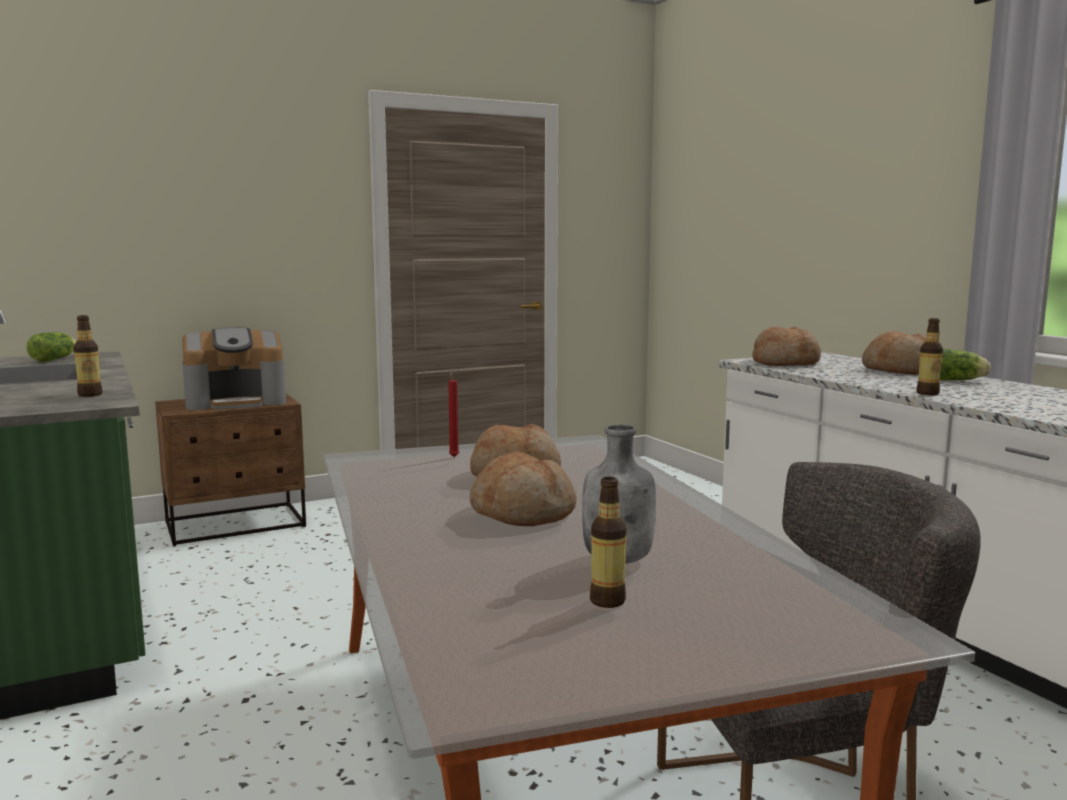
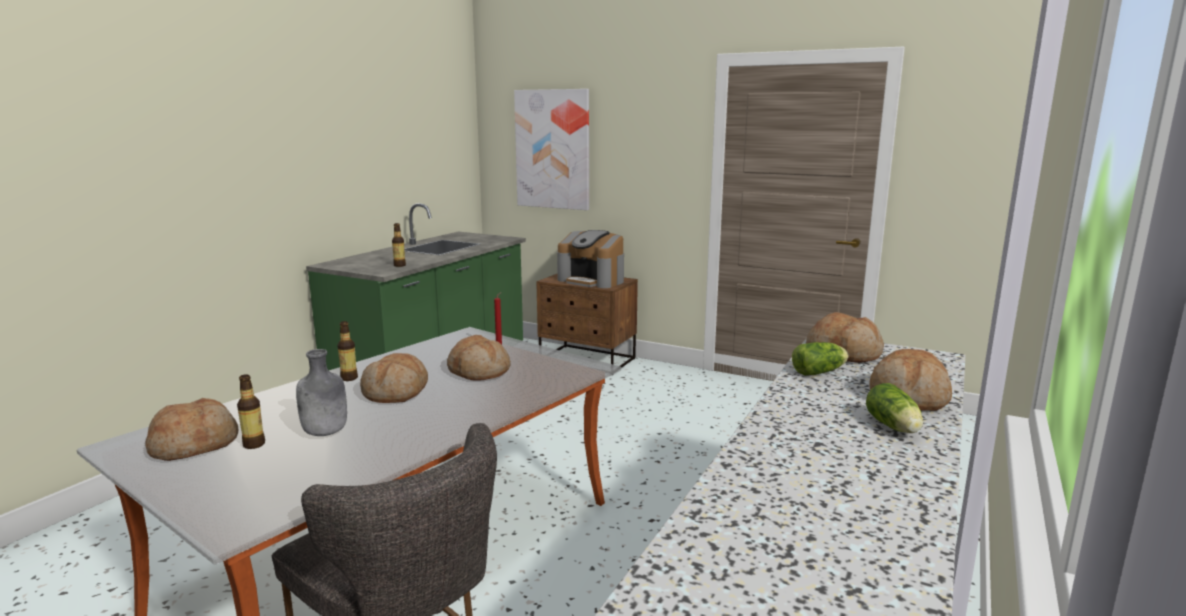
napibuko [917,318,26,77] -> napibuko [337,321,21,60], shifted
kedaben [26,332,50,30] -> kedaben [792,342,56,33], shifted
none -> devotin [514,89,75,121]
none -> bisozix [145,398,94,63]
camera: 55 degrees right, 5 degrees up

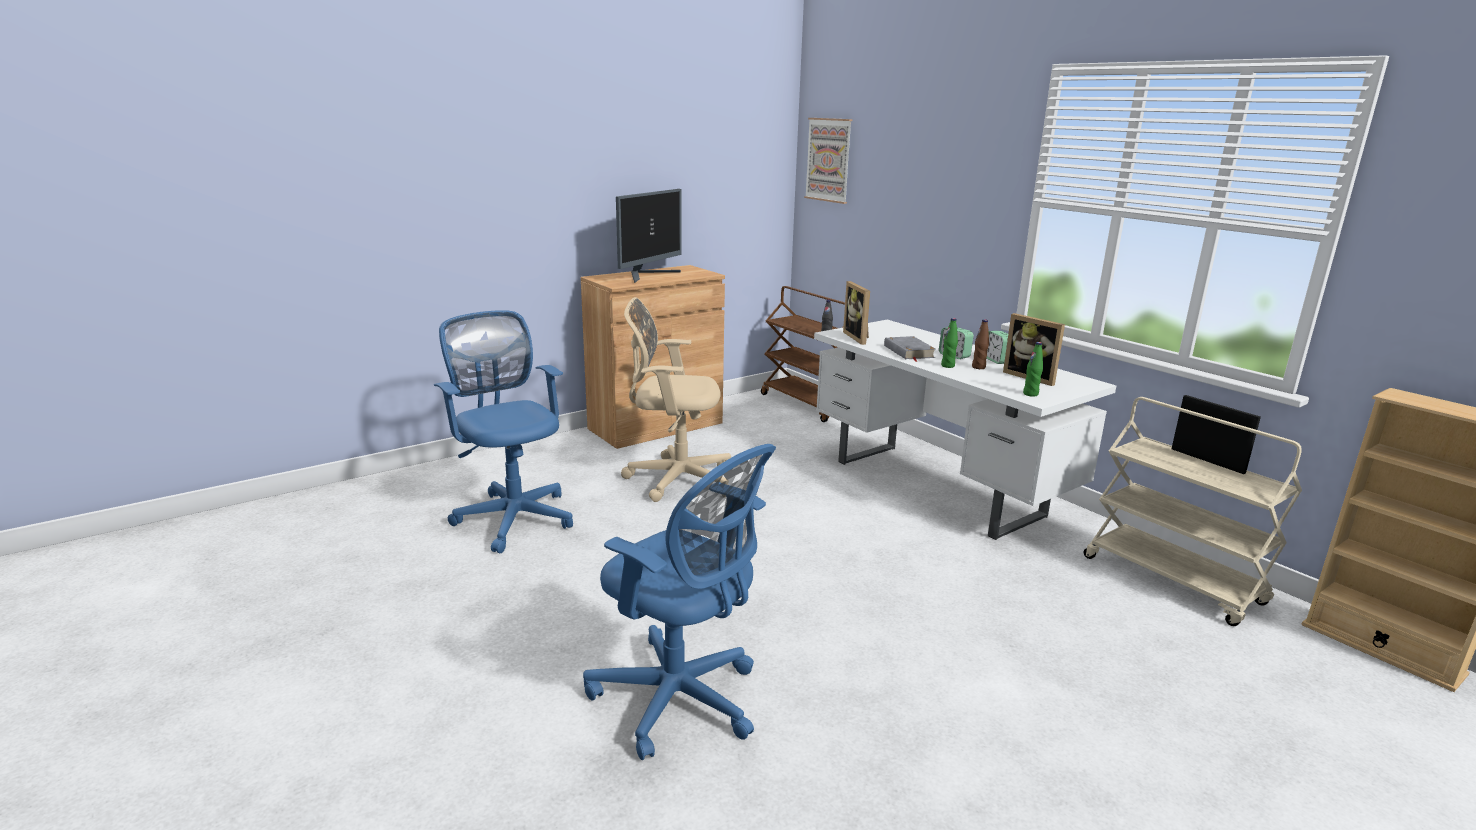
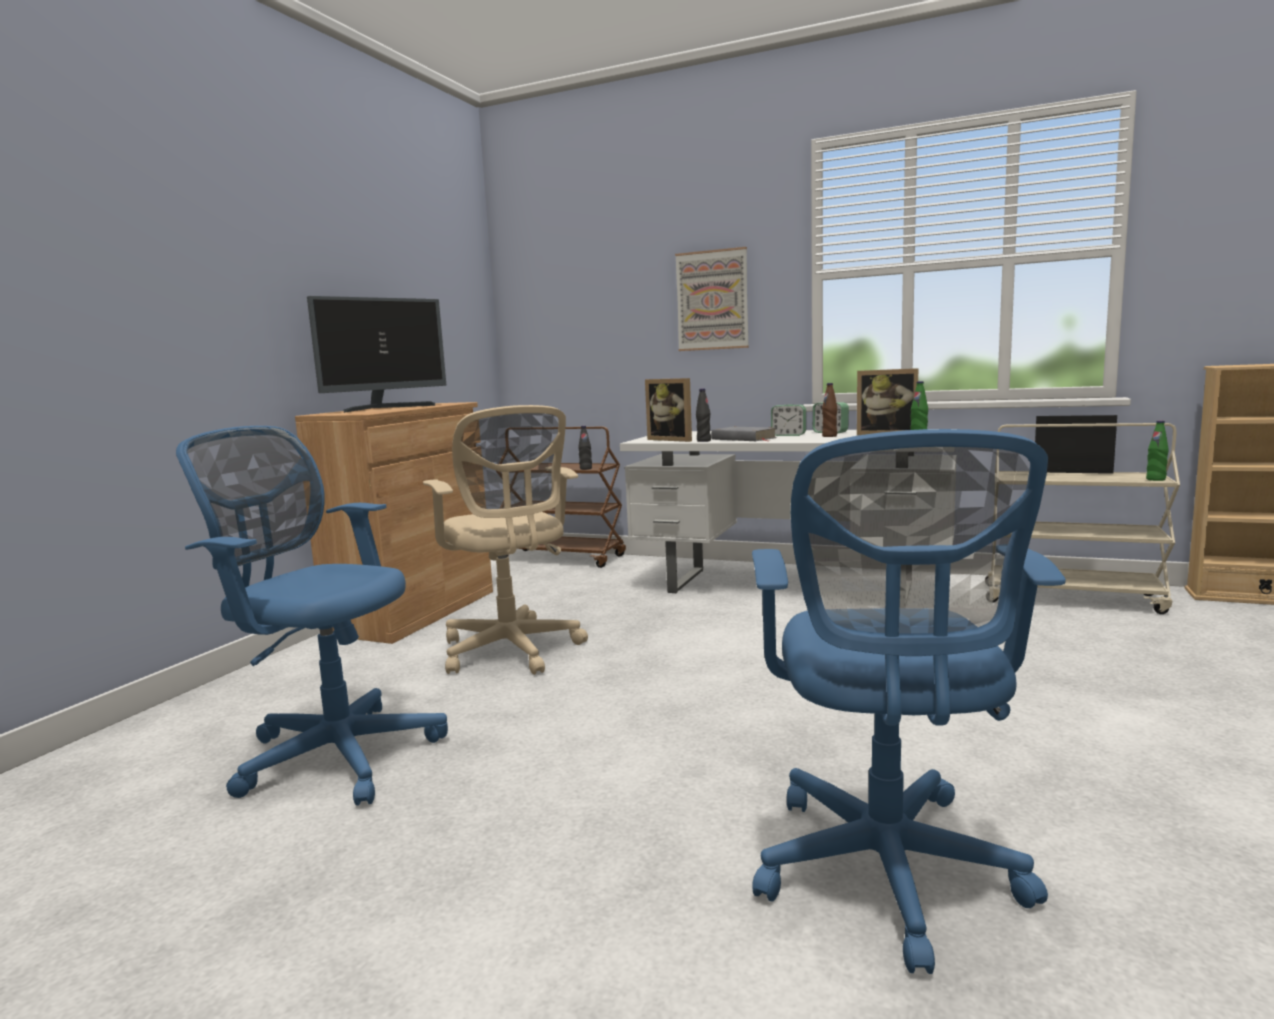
devotin [804,118,48,86] -> devotin [675,247,74,104], shifted
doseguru [616,189,66,94] -> doseguru [307,296,139,117], 45 degrees clockwise
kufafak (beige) [621,297,110,205] -> kufafak (beige) [423,405,165,270], 90 degrees counterclockwise
napibuko (green) [941,318,17,50] -> napibuko (green) [1146,421,23,60], shifted
kufafak (blue) [583,444,193,316] -> kufafak (blue) [752,429,314,545], 90 degrees clockwise
none -> napibuko (black) [696,388,15,54]
camera: 30 degrees left, 10 degrees down

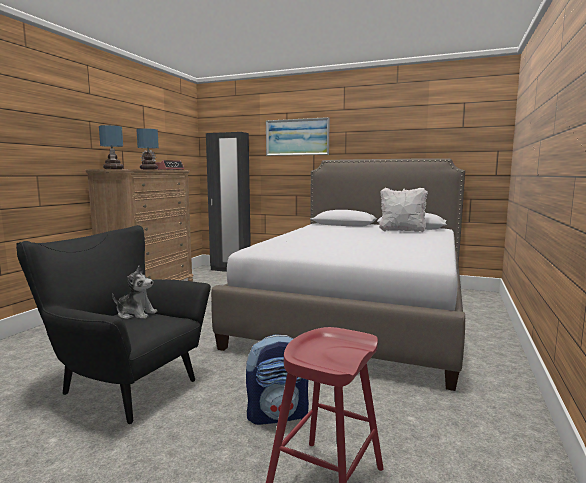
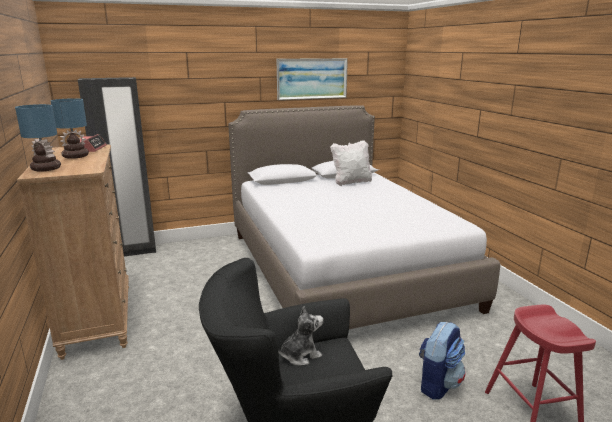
devotin [266,117,64,39] -> devotin [276,58,72,42], shifted
camera: 40 degrees left, 10 degrees up

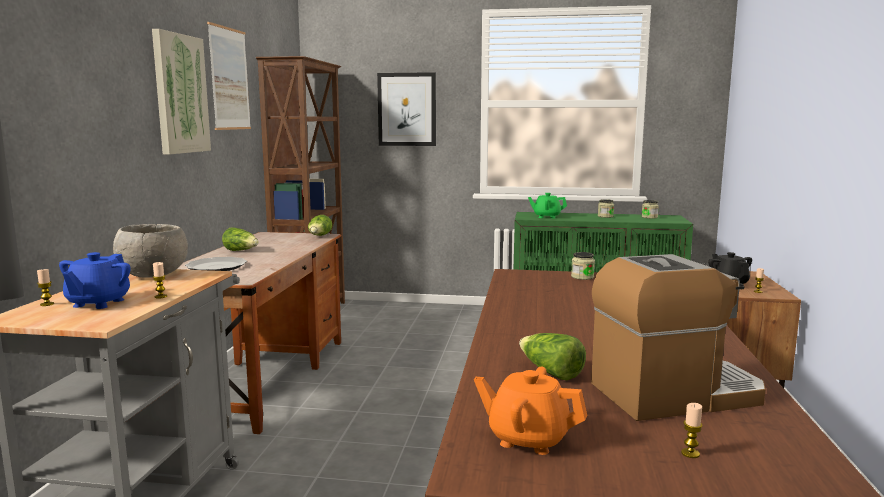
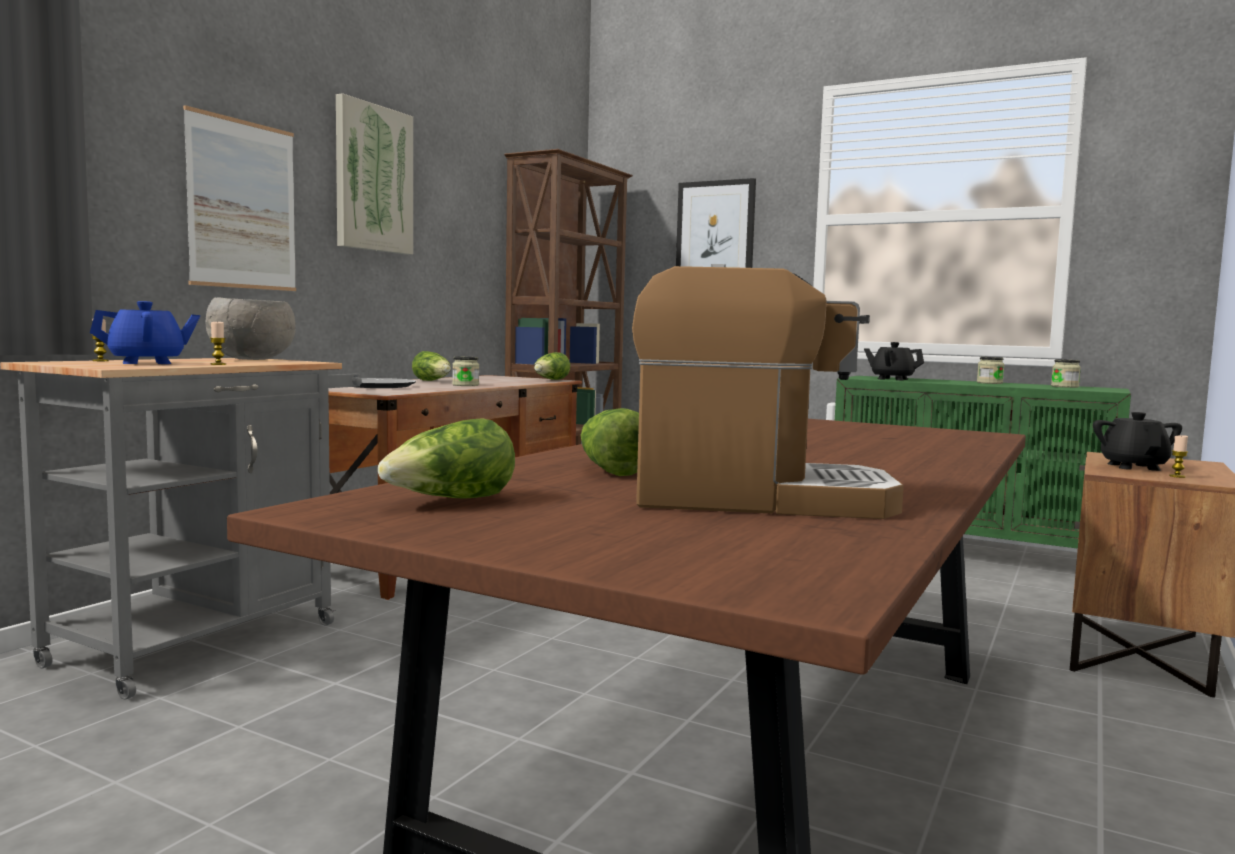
devotin [207,22,44,108] -> devotin [183,105,113,186], shifted
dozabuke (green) [528,193,39,26] -> dozabuke (black) [864,342,60,38]
dozabuke (blue) [59,252,72,57] -> dozabuke (blue) [90,301,110,63], 150 degrees counterclockwise
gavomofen [571,252,24,28] -> gavomofen [452,357,27,29], shifted
dozabuke (orange) [474,367,114,88] -> kedaben [378,418,137,81]
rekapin [681,403,22,55] -> none
camera: 20 degrees right, 5 degrees down

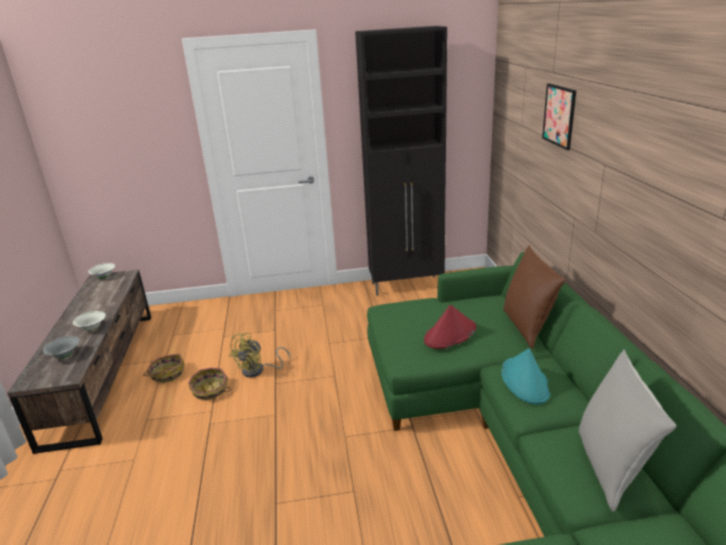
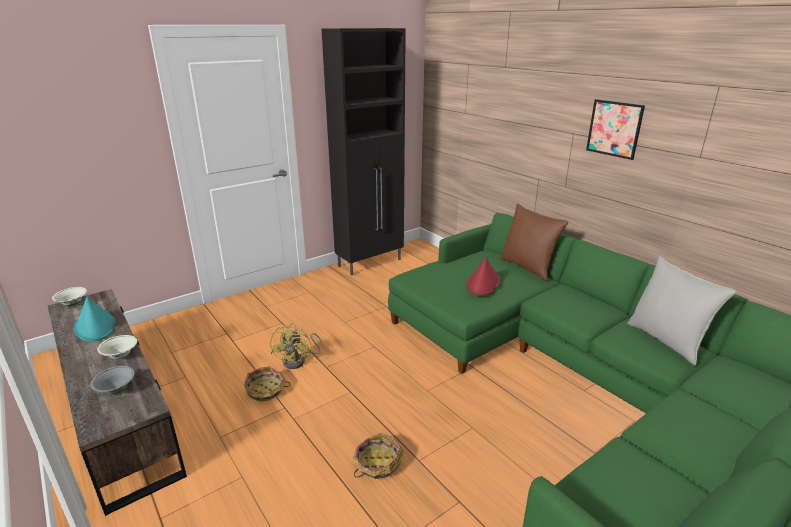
devotin [542,83,34,67] -> devotin [586,99,59,61], shifted
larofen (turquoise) [501,348,49,57] -> larofen (turquoise) [74,297,42,45], shifted
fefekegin [143,354,41,29] -> fefekegin [353,433,51,46], shifted
camera: 30 degrees left, 0 degrees up

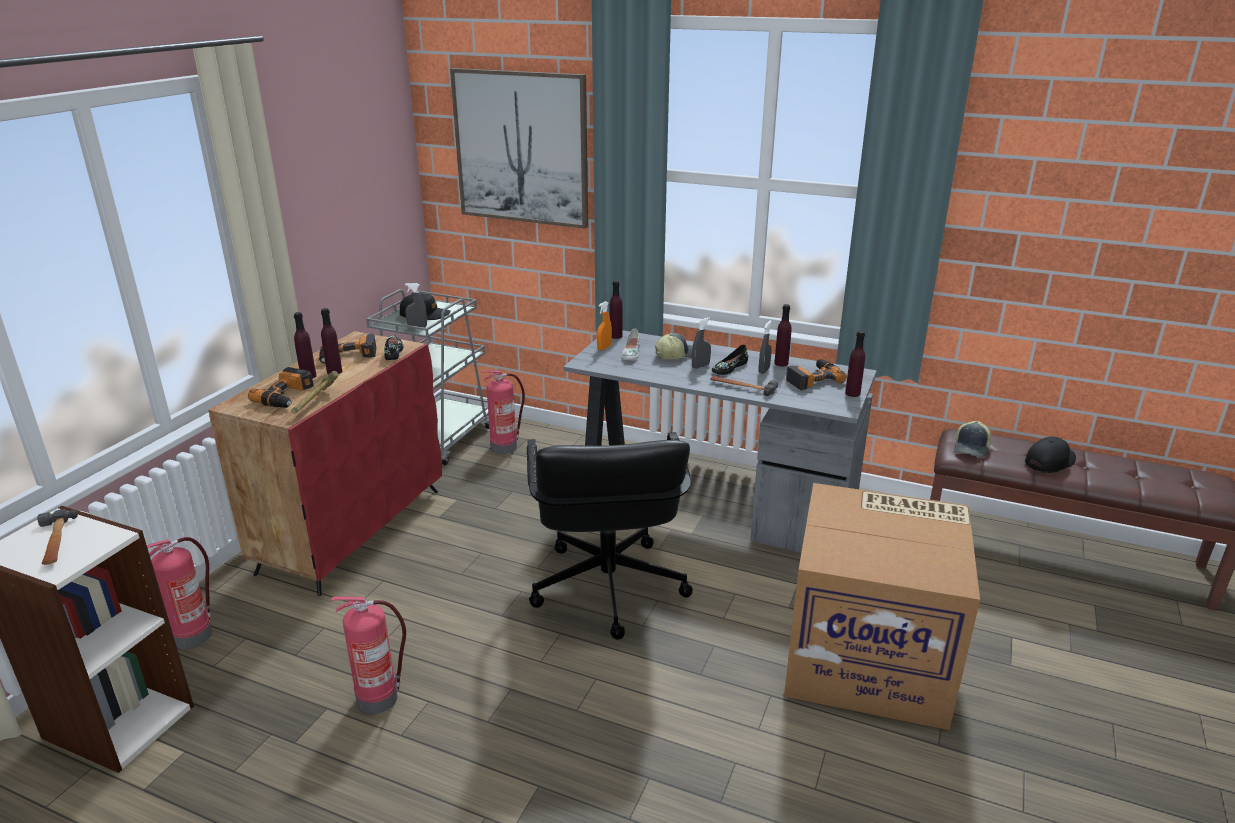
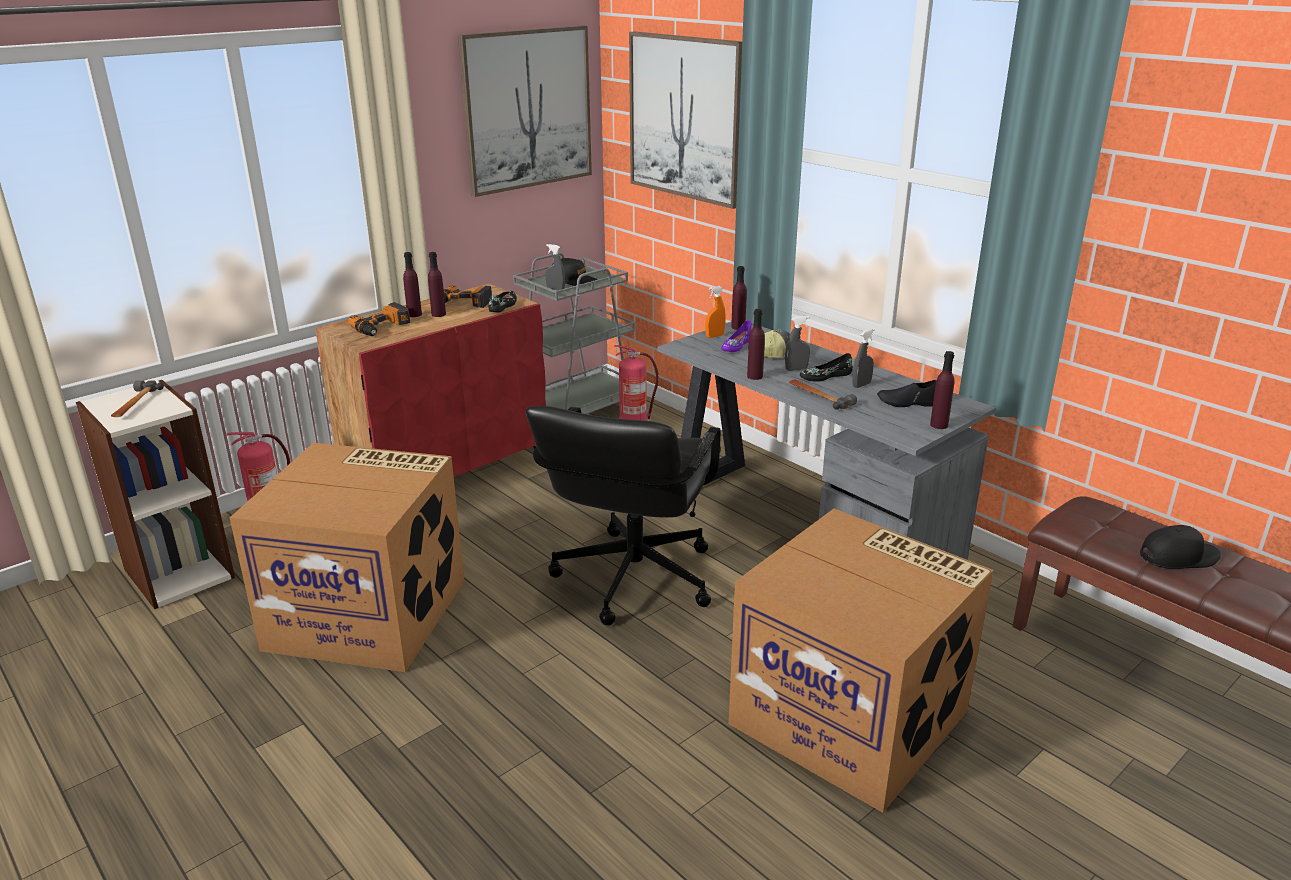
napibuko (purple) [774,304,18,62] -> napibuko (purple) [747,309,18,71], shifted
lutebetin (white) [622,329,18,31] -> lutebetin (purple) [721,320,32,32]
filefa [786,359,61,31] -> lutebetin (black) [877,380,59,27]
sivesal [291,371,48,43] -> none
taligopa [954,421,37,37] -> none
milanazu [331,596,75,118] -> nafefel [230,443,234,229]
none -> devotin [458,25,134,172]
camera: 25 degrees right, 0 degrees up

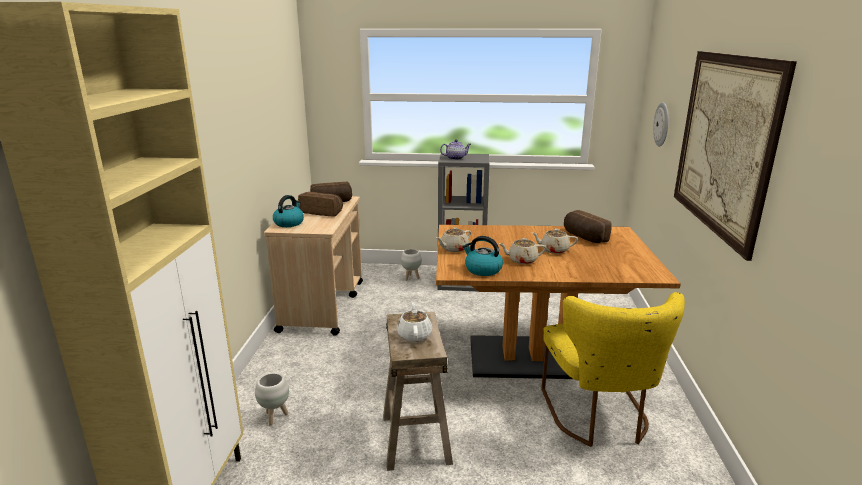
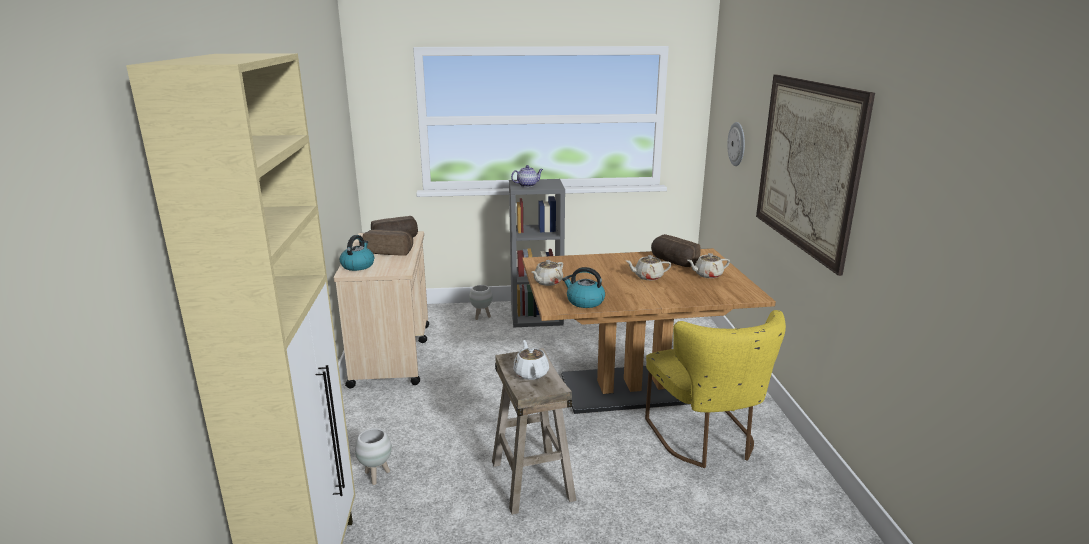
dozabuke (beige) [499,238,47,26] -> dozabuke (beige) [687,253,43,25], shifted
camera: 10 degrees left, 0 degrees up

